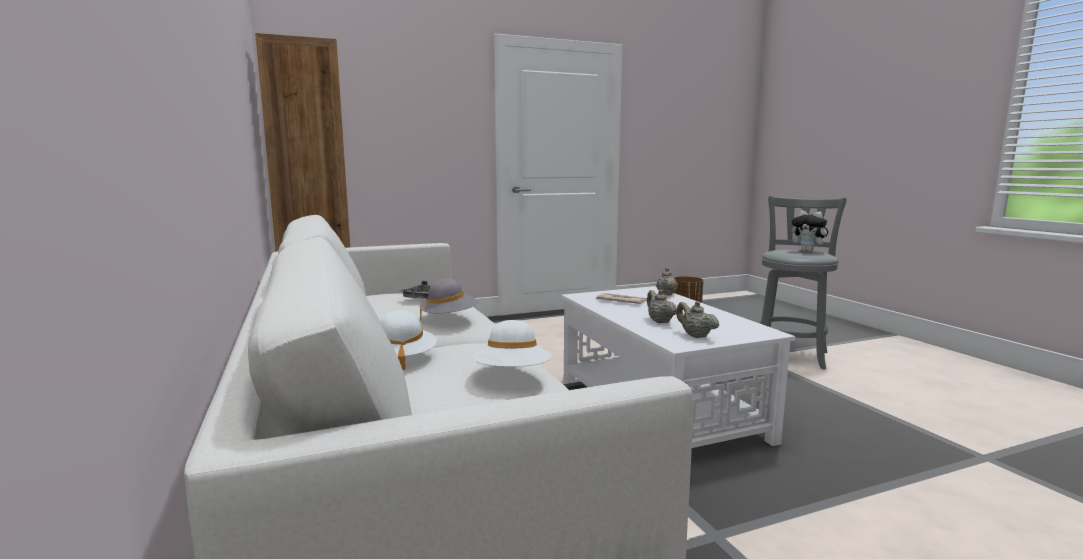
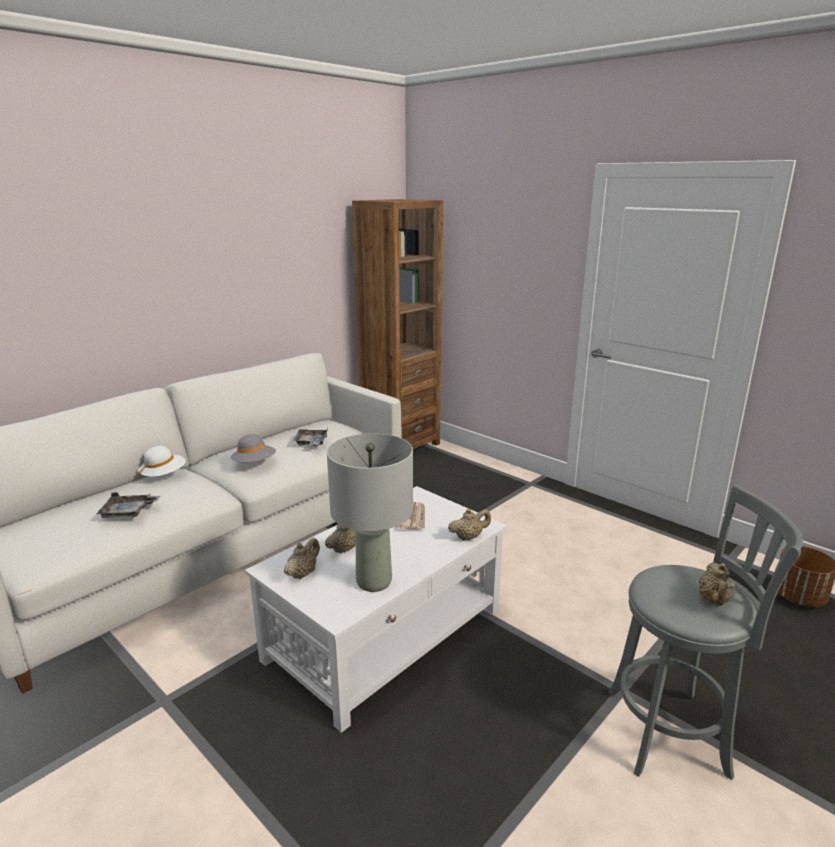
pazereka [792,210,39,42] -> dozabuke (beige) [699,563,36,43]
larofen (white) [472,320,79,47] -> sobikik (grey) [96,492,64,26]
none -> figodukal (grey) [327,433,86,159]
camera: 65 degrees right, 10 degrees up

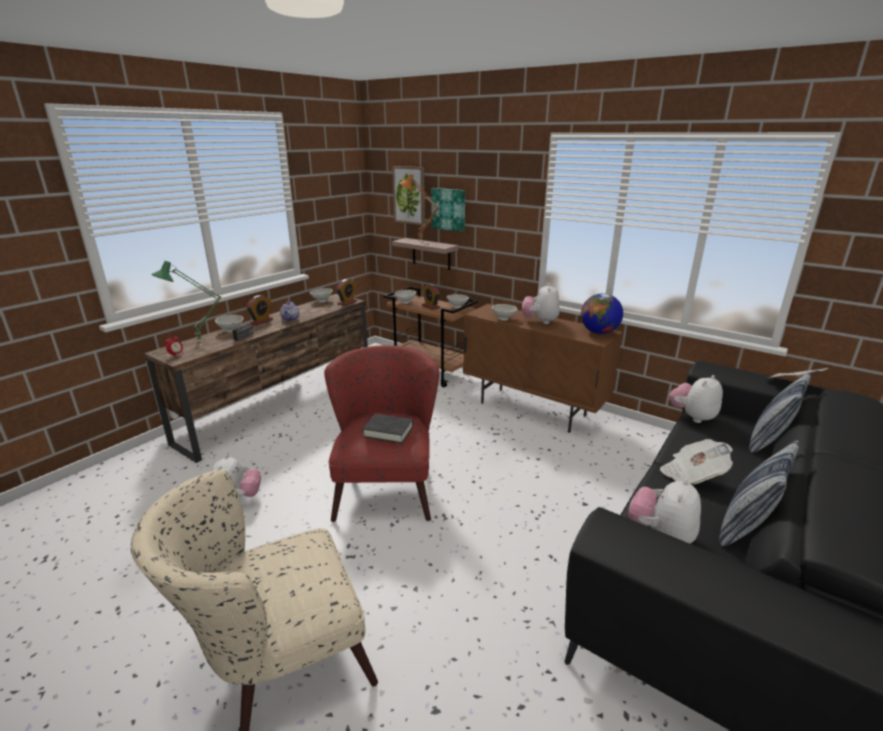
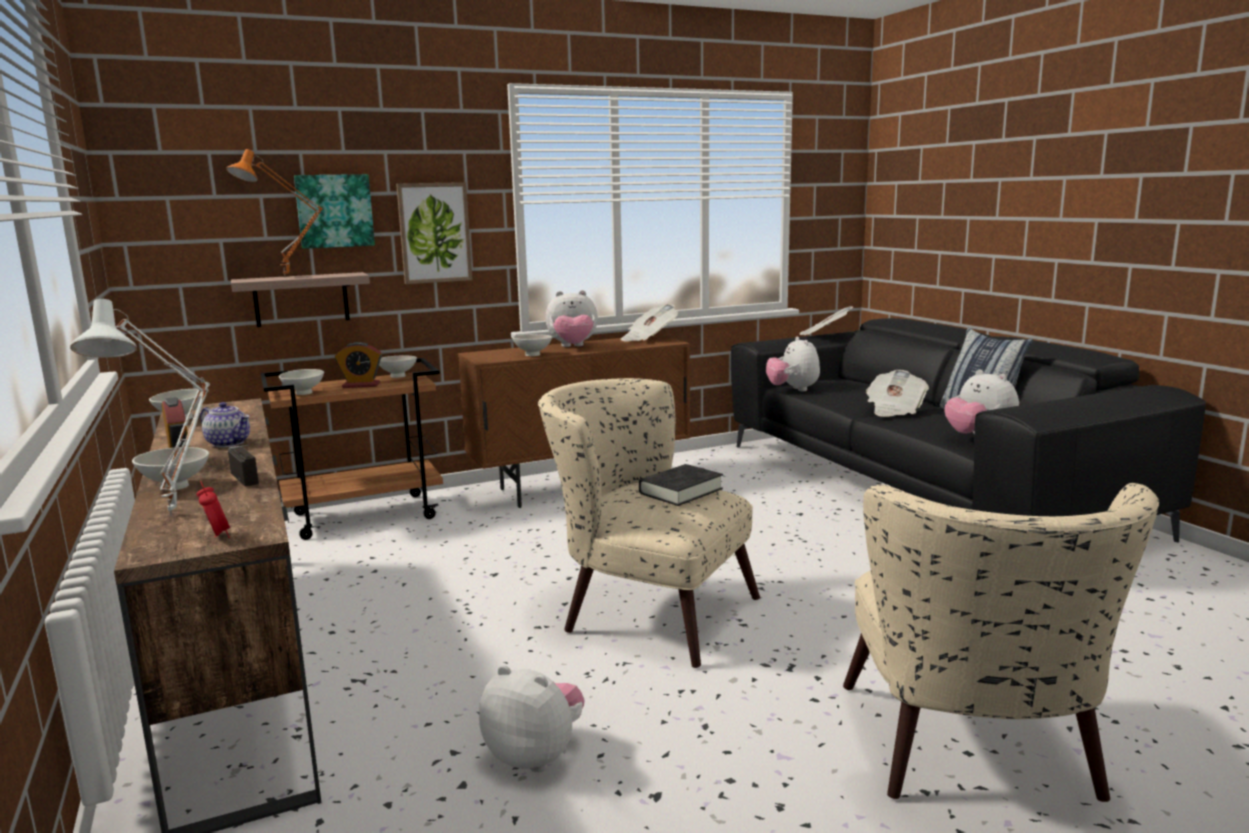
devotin [392,166,33,59] -> devotin [396,182,77,102], shifted
figodukal (green) [151,261,70,81] -> figodukal (white) [70,299,140,217]
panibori [336,279,21,27] -> none
pazereka [522,283,38,41] -> pazereka [545,290,53,57], 45 degrees counterclockwise
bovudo [581,293,42,41] -> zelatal [621,304,57,38]
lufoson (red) [324,345,115,177] -> lufoson (beige) [538,378,222,290]
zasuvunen [749,372,62,81] -> none
camera: 60 degrees left, 10 degrees down

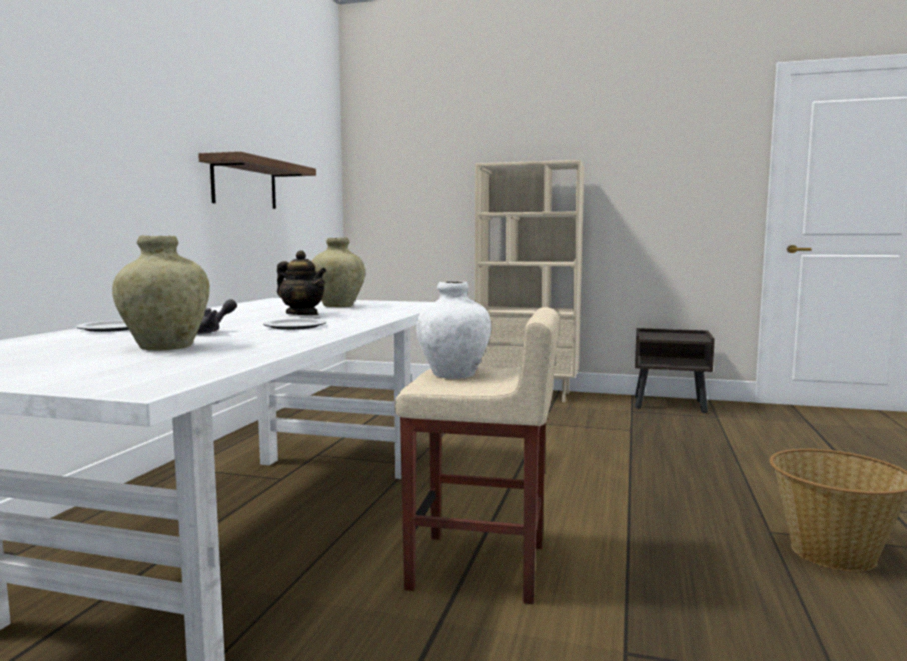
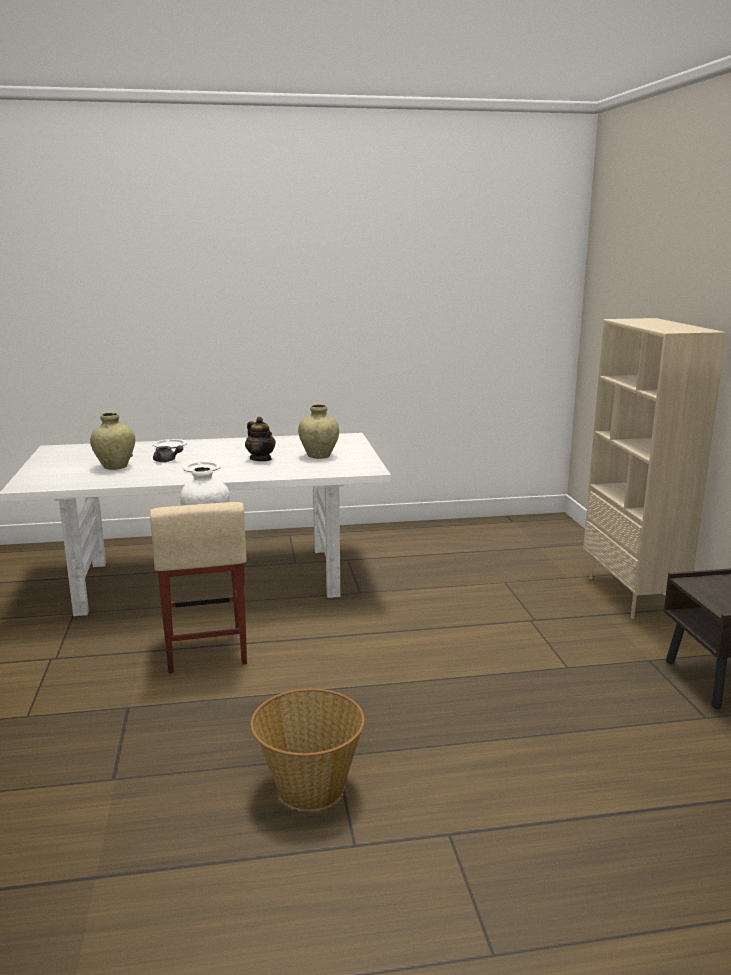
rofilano [198,151,118,58] -> none
dozabuke [277,250,50,65] -> dozabuke [245,417,31,44], 45 degrees counterclockwise
camera: 65 degrees right, 10 degrees up

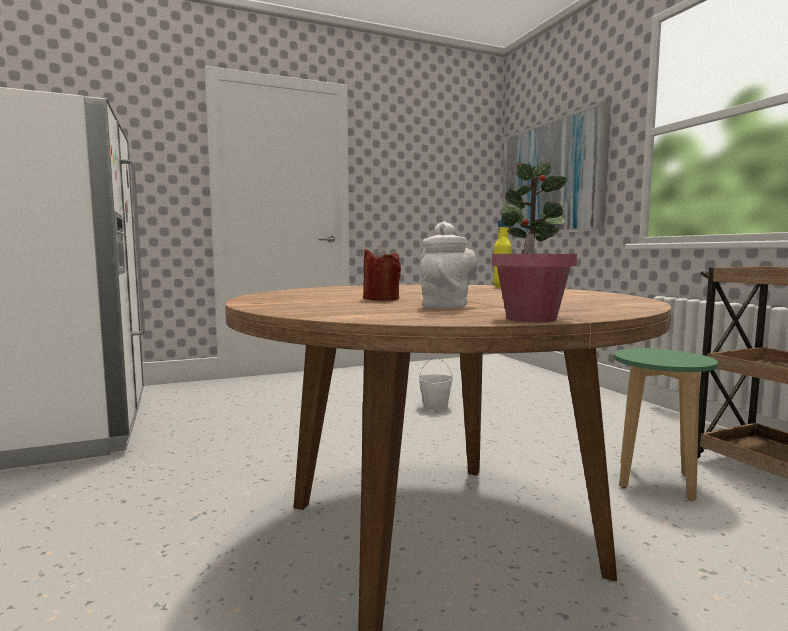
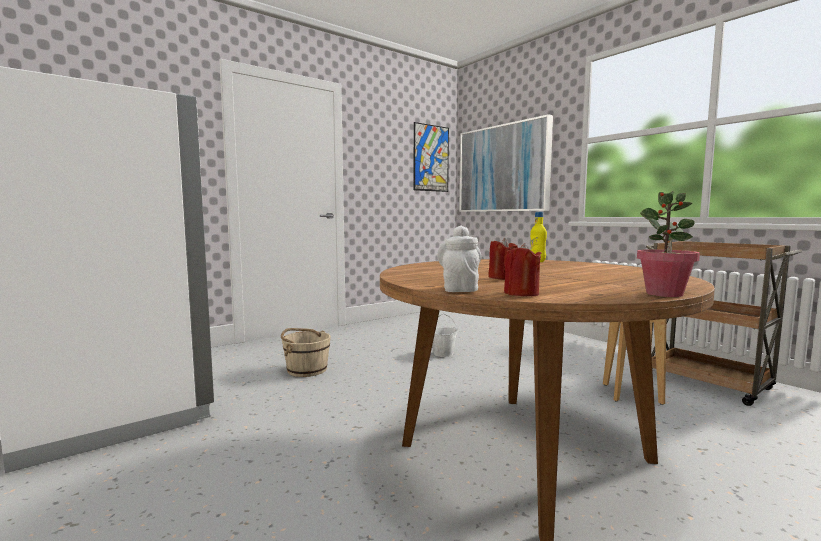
dozabuke (white) [420,221,58,87] -> dozabuke (white) [437,225,44,67], shifted
none -> devotin [414,122,35,70]
none -> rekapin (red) [504,243,37,53]
none -> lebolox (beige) [281,328,50,49]
camera: 15 degrees left, 0 degrees up

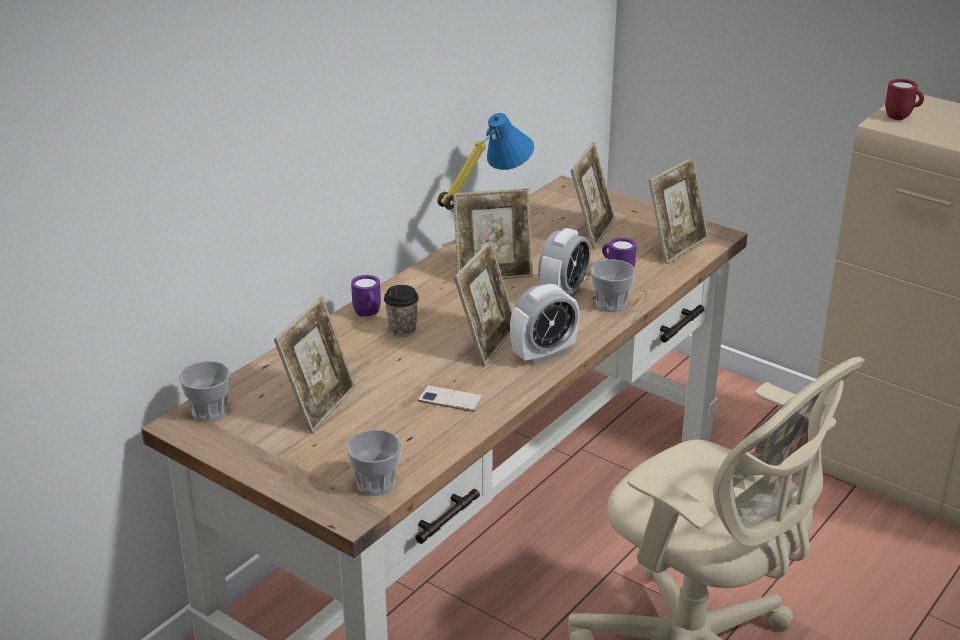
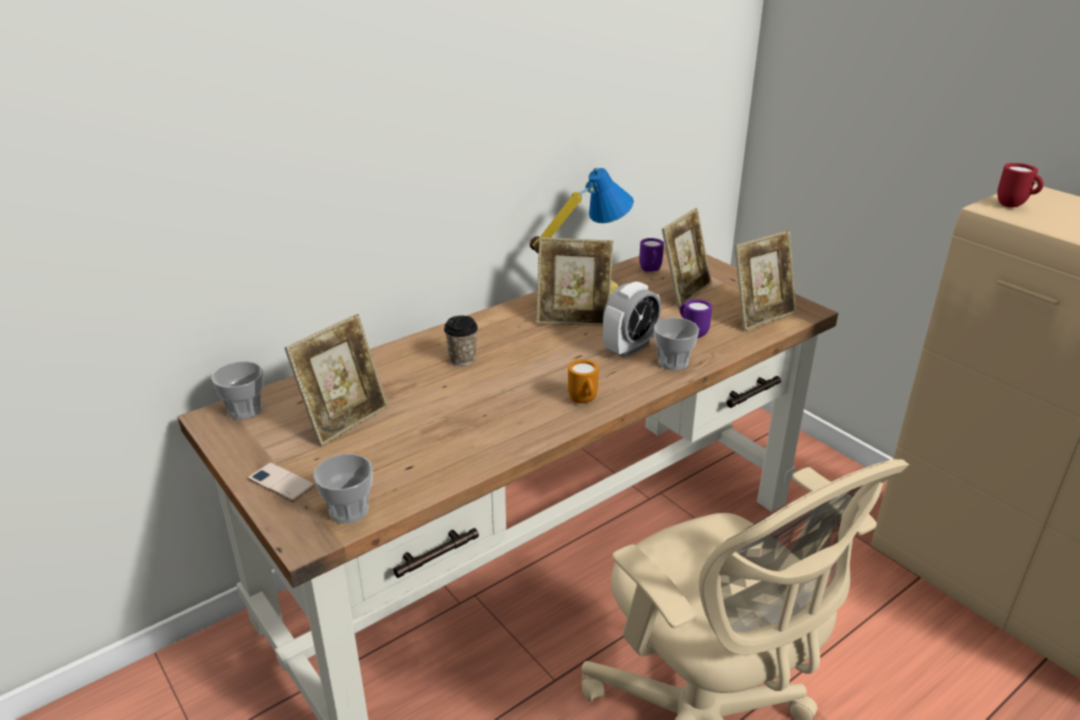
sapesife [454,241,59,125] -> none
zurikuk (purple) [351,275,30,42] -> zurikuk (purple) [639,238,25,34], shifted
panibori [510,284,69,81] -> zurikuk (orange) [568,359,31,44]
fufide [418,385,65,27] -> fufide [247,462,68,40], shifted
camera: 15 degrees right, 0 degrees up

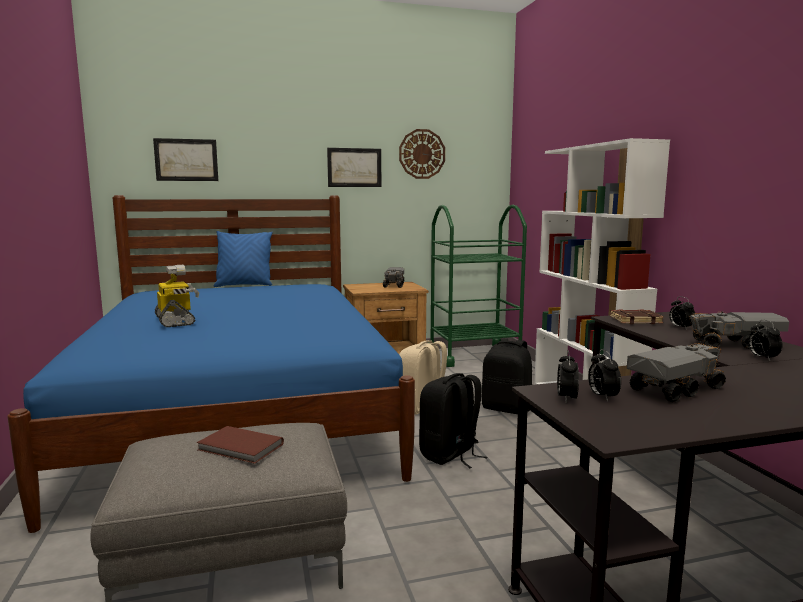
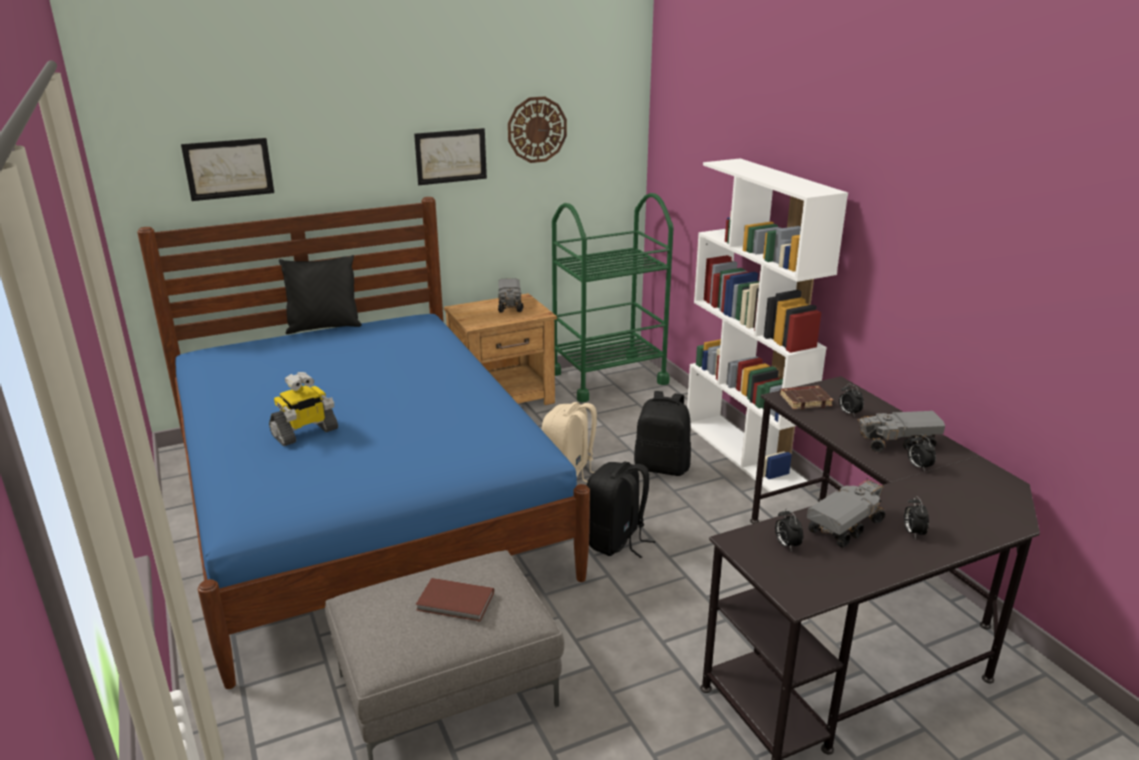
zasuvunen (blue) [214,231,59,56] -> zasuvunen (black) [279,255,83,79]
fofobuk [155,265,44,62] -> fofobuk [269,372,69,74], 90 degrees clockwise
panibori [557,351,22,51] -> panibori [904,496,25,43], shifted
camera: 10 degrees left, 15 degrees up

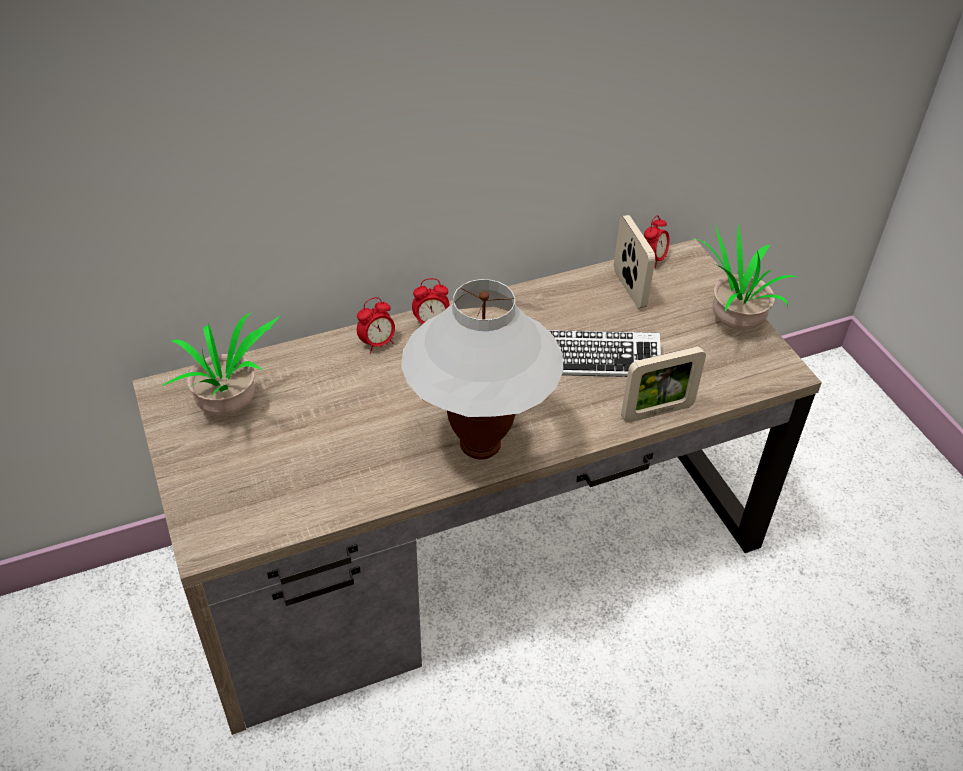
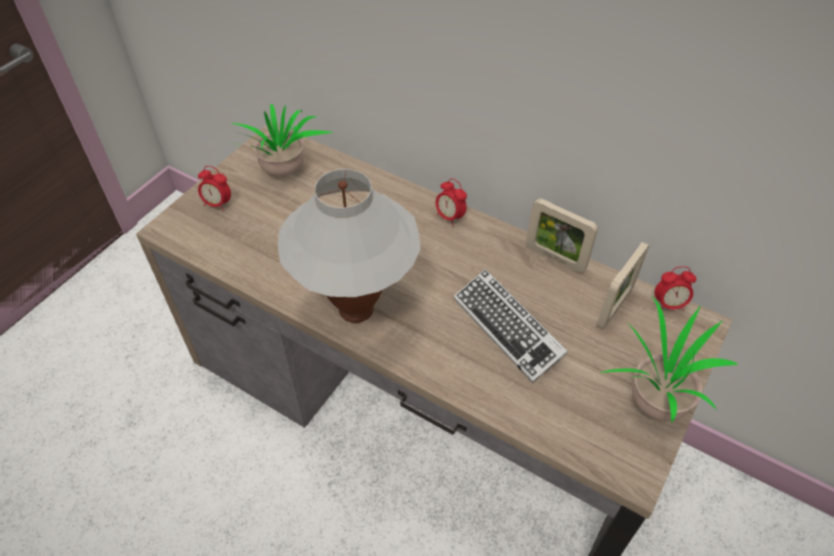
panibori [357,297,38,56] -> panibori [198,166,33,45], shifted
sapesife [621,346,85,77] -> sapesife [526,198,72,75], shifted
camera: 55 degrees right, 5 degrees up

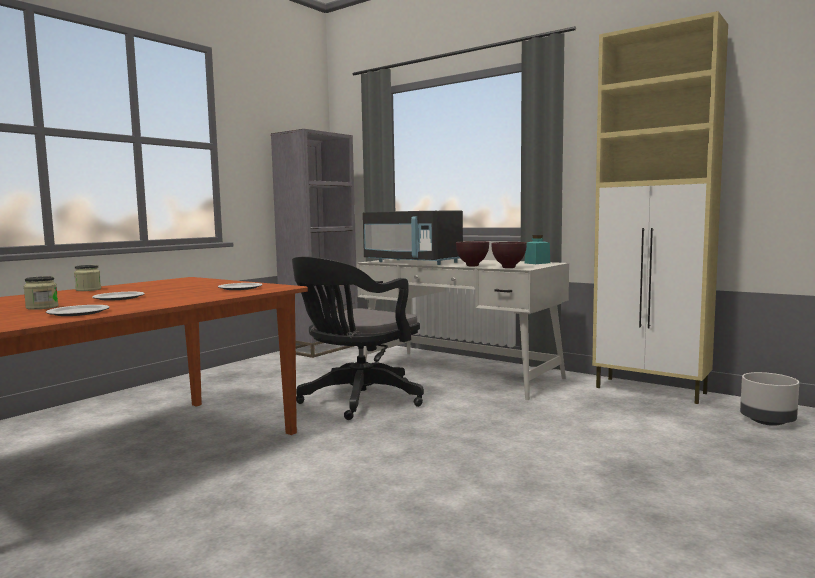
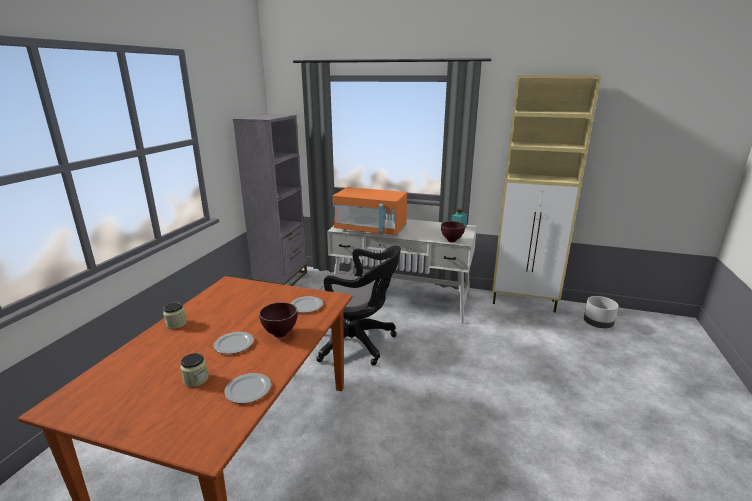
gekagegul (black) [363,210,100,55] -> gekagegul (orange) [333,187,74,49]
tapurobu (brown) [456,241,33,25] -> tapurobu (brown) [259,302,38,36], shifted
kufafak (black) [292,256,132,164] -> kufafak (black) [316,246,85,120], 90 degrees counterclockwise
camera: 20 degrees left, 15 degrees up

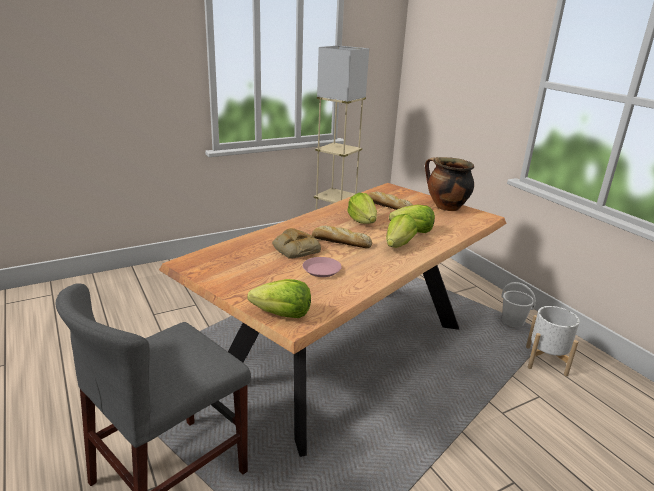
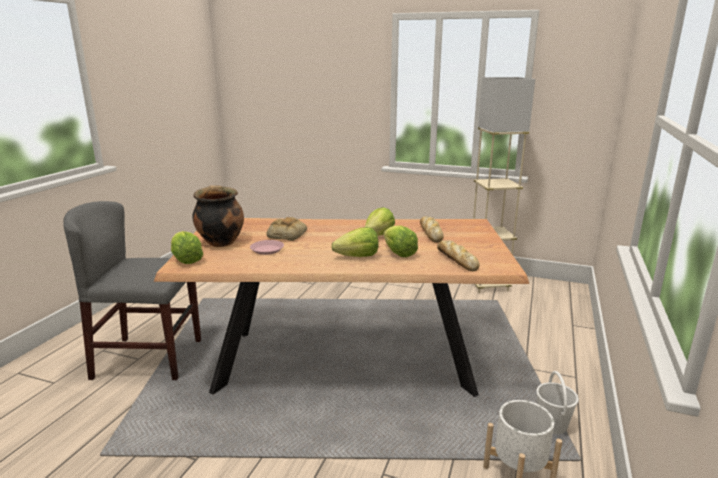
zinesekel [425,157,49,54] -> zinesekel [192,185,52,62], shifted
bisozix [312,226,60,22] -> bisozix [437,240,42,31], shifted
camera: 50 degrees right, 5 degrees down

